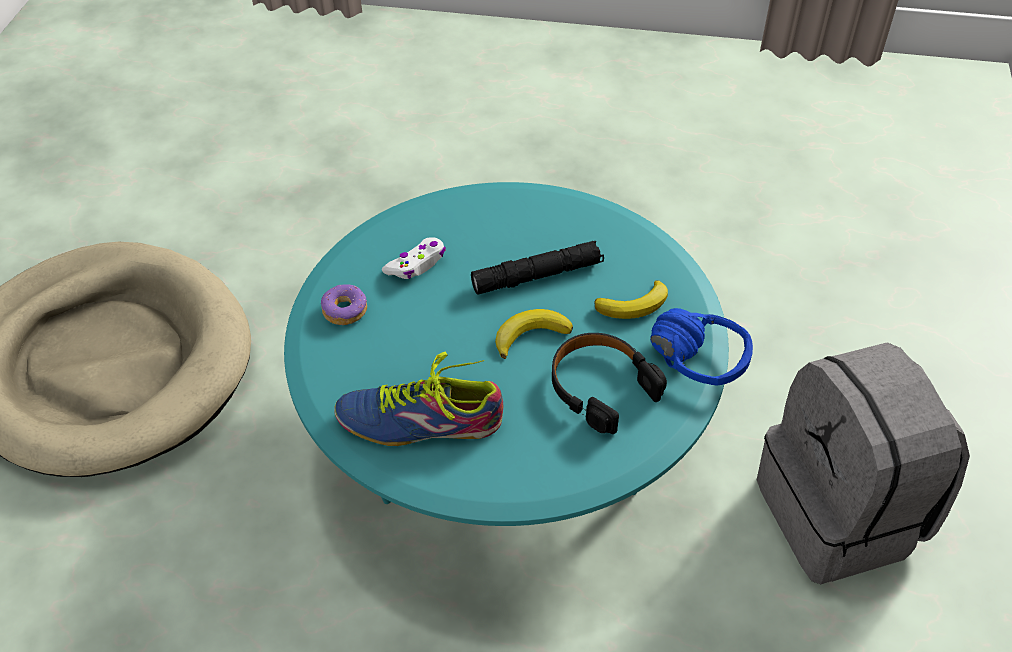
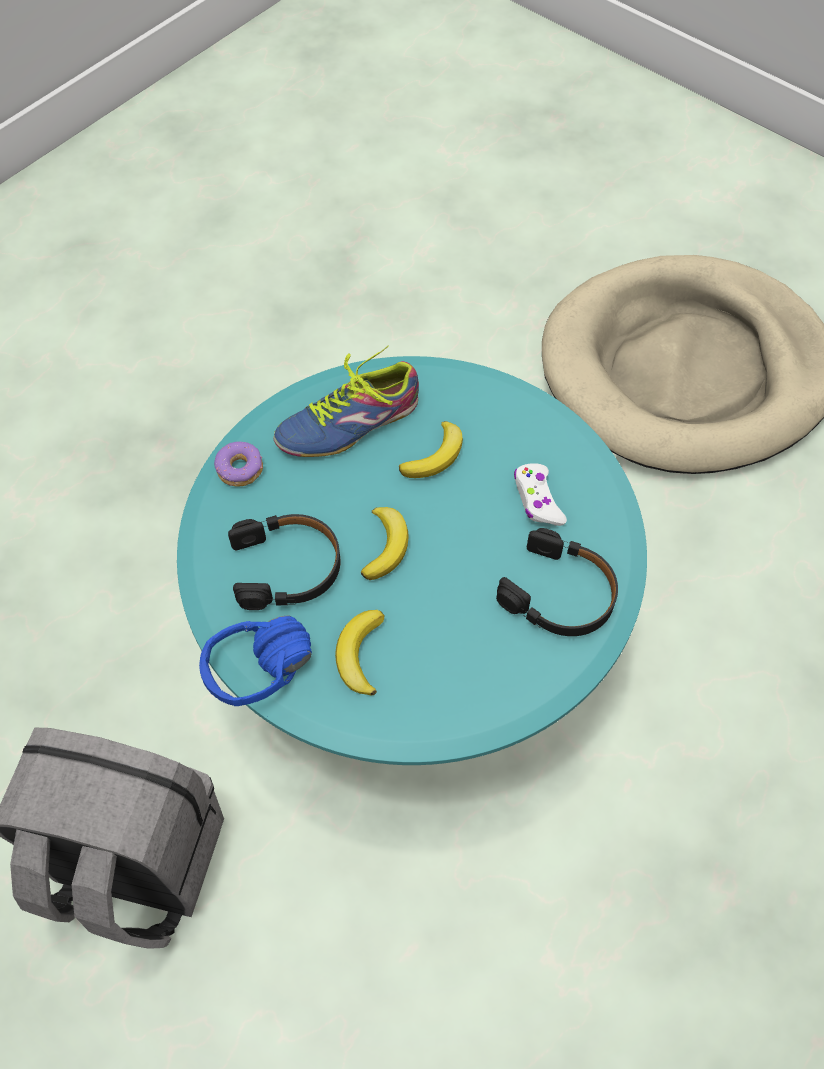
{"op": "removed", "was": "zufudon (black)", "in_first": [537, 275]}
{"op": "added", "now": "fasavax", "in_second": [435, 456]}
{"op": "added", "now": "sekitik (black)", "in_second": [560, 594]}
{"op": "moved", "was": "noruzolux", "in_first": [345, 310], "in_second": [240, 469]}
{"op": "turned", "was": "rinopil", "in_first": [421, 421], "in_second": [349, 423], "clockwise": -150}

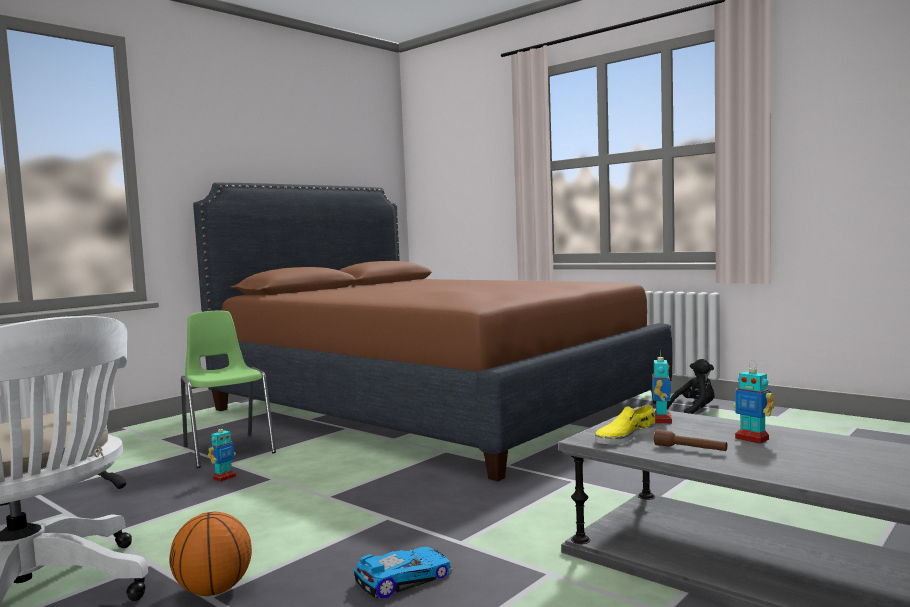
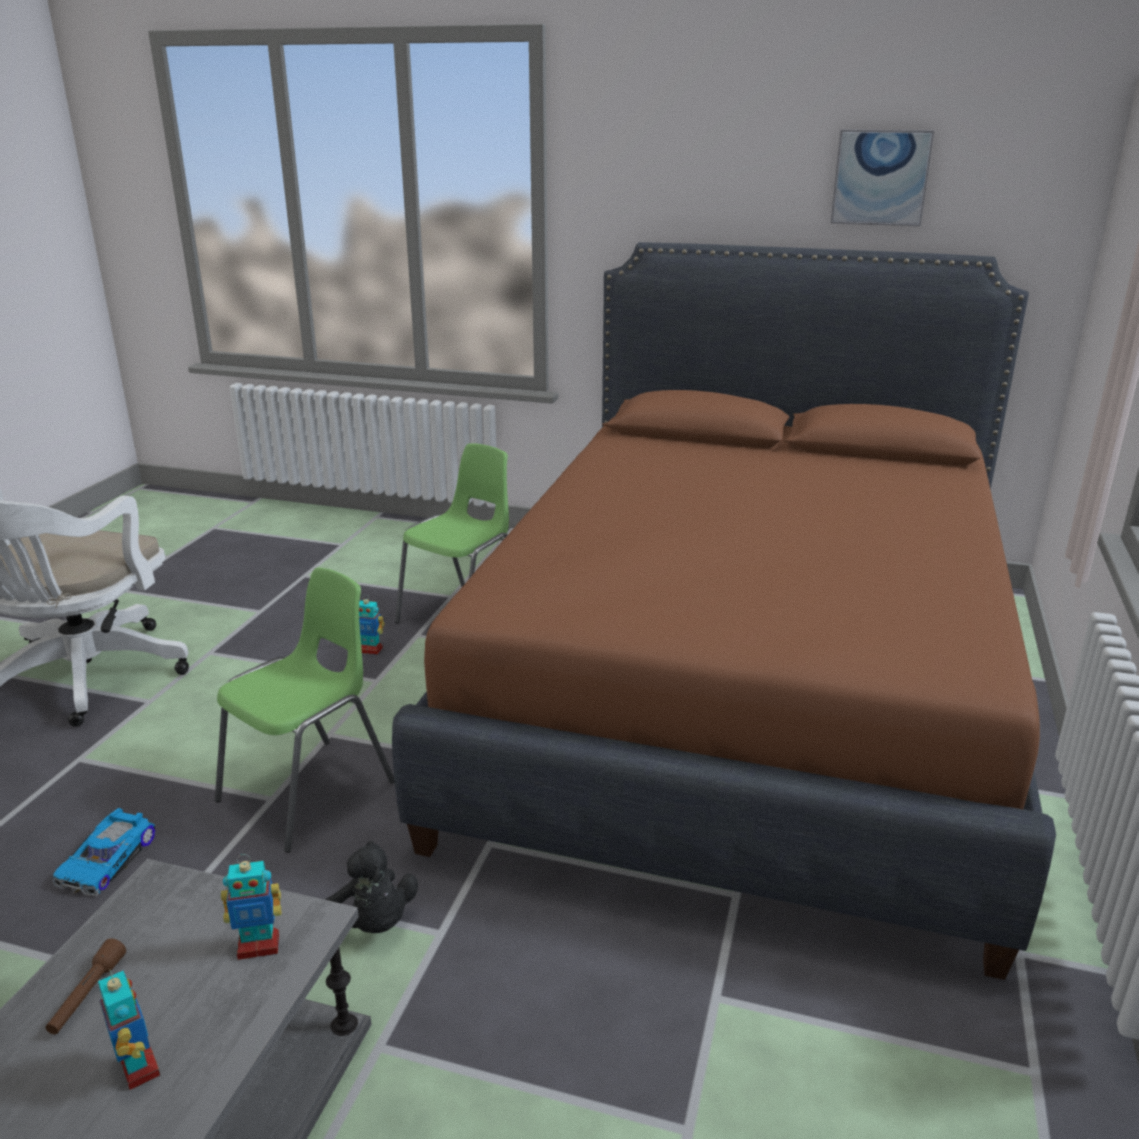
{"op": "removed", "was": "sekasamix", "in_first": [213, 590]}
{"op": "removed", "was": "rinopil (yellow)", "in_first": [625, 436]}
{"op": "added", "now": "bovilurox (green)", "in_second": [310, 792]}
{"op": "added", "now": "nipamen", "in_second": [881, 177]}
{"op": "moved", "was": "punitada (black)", "in_first": [694, 412], "in_second": [369, 925]}
{"op": "turned", "was": "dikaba", "in_first": [402, 578], "in_second": [109, 861], "clockwise": 75}
{"op": "turned", "was": "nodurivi", "in_first": [752, 439], "in_second": [138, 1067], "clockwise": 120}

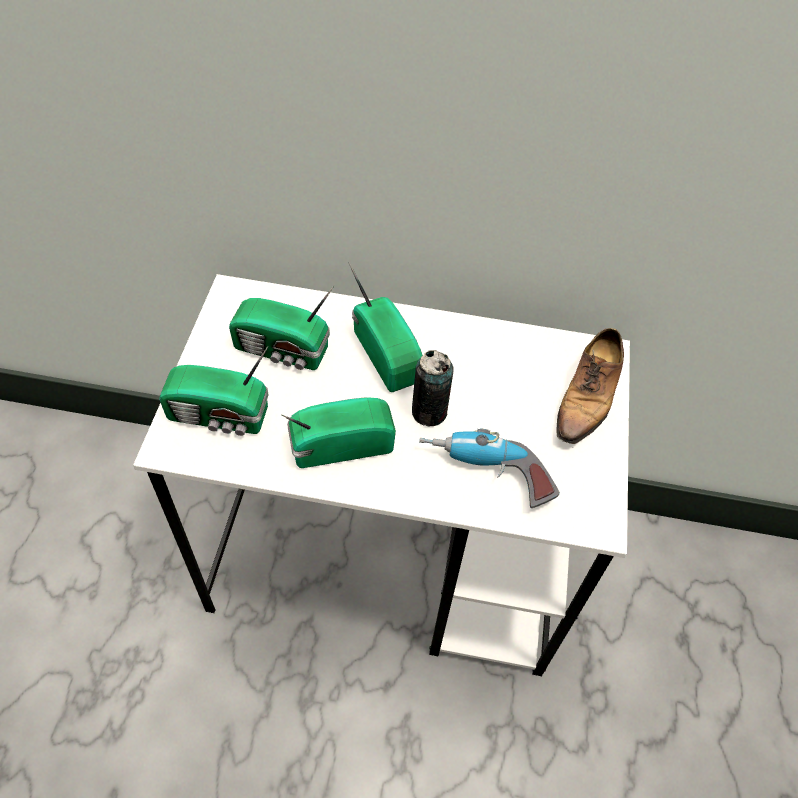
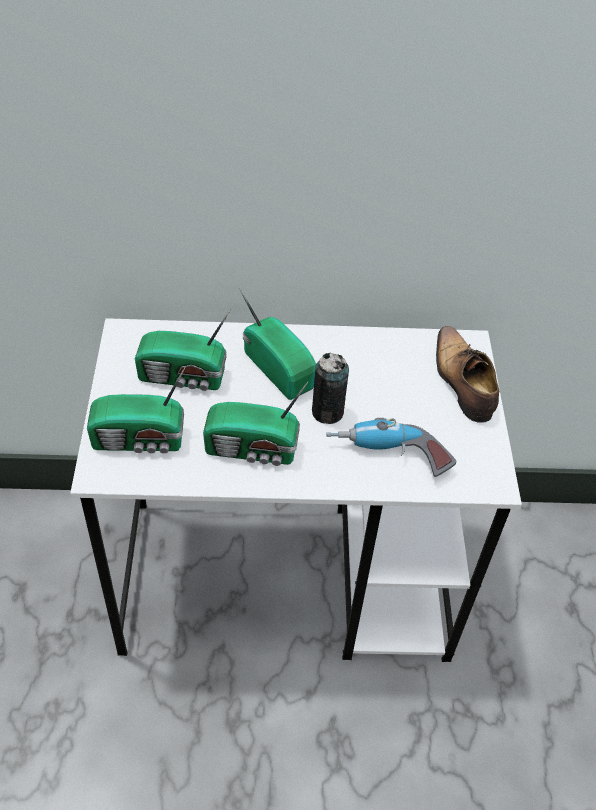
{"op": "turned", "was": "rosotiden", "in_first": [338, 444], "in_second": [253, 450], "clockwise": -150}
{"op": "turned", "was": "rinopil", "in_first": [588, 397], "in_second": [462, 381], "clockwise": 150}

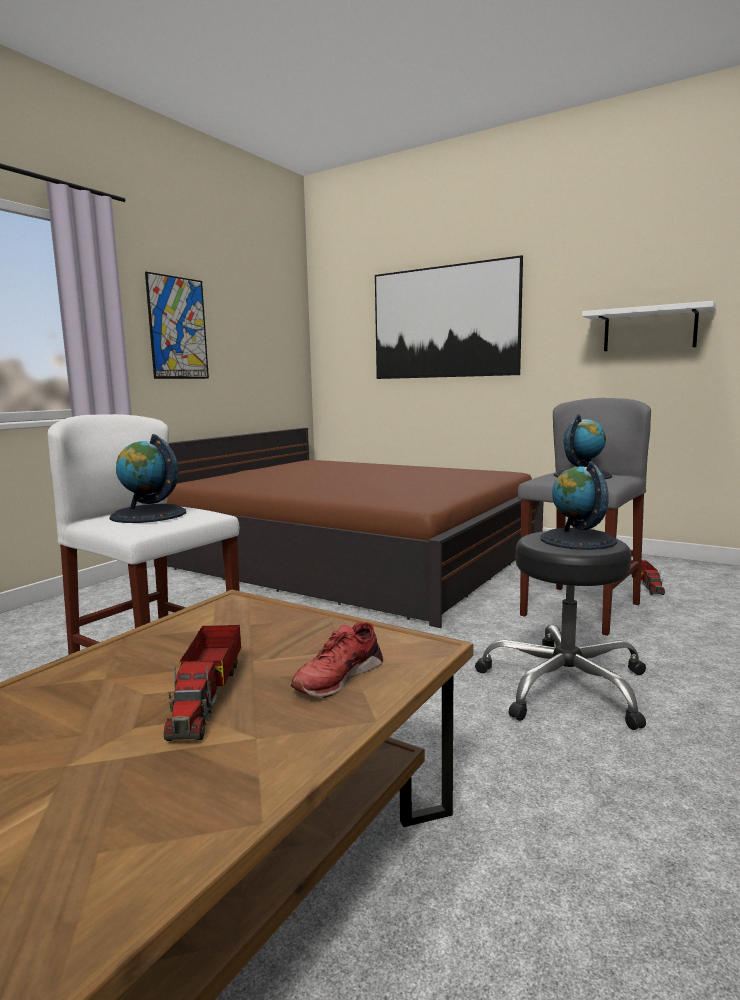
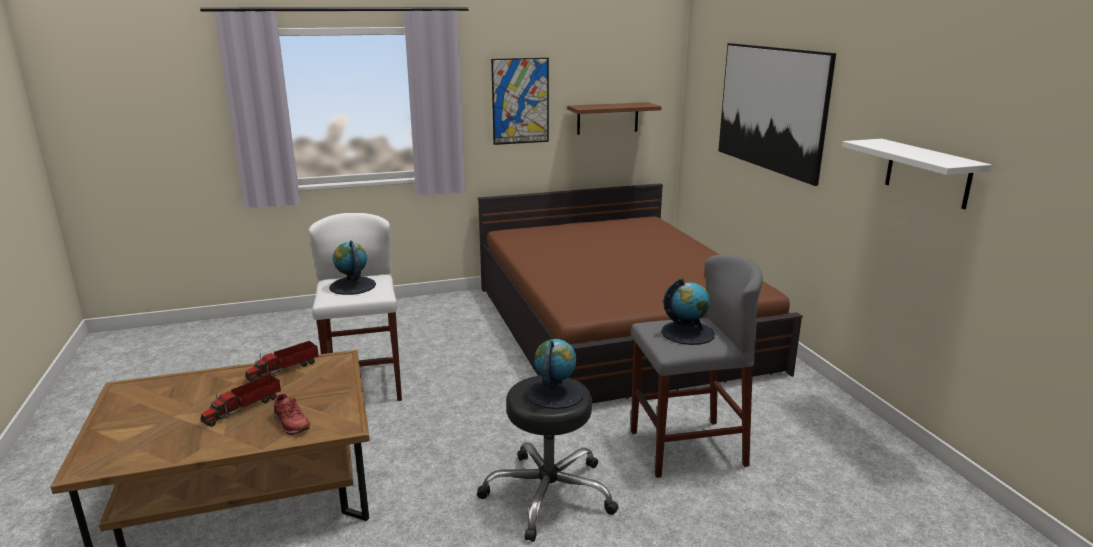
{"op": "added", "now": "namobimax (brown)", "in_second": [607, 118]}
{"op": "moved", "was": "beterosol", "in_first": [646, 584], "in_second": [285, 369]}
{"op": "turned", "was": "rinopil (red)", "in_first": [338, 677], "in_second": [291, 423], "clockwise": -120}

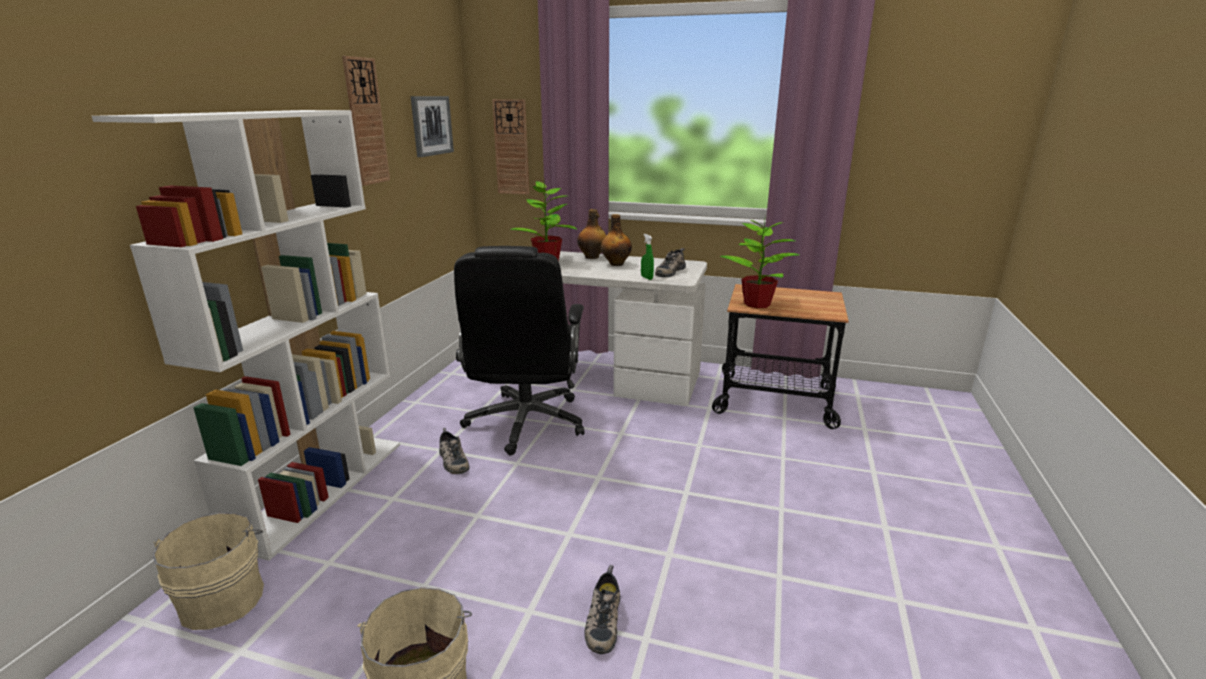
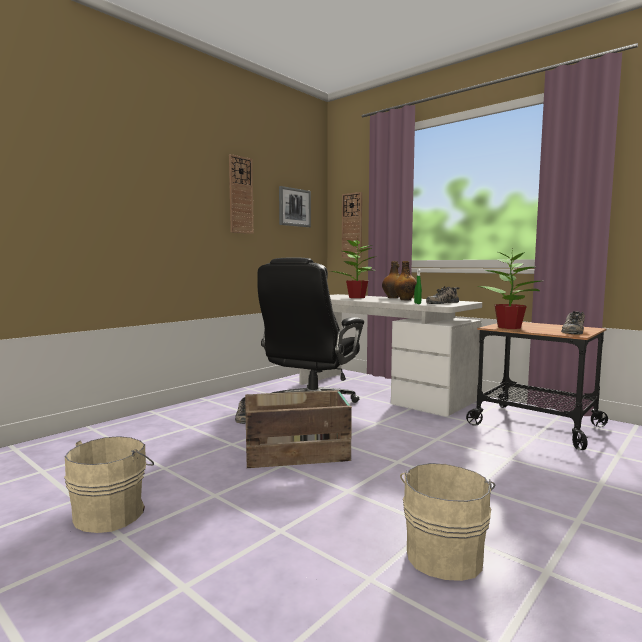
{"op": "removed", "was": "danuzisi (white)", "in_first": [321, 489]}
{"op": "added", "now": "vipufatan", "in_second": [298, 453]}
{"op": "moved", "was": "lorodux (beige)", "in_first": [224, 597], "in_second": [444, 553]}
{"op": "moved", "was": "rinopil", "in_first": [602, 620], "in_second": [572, 331]}

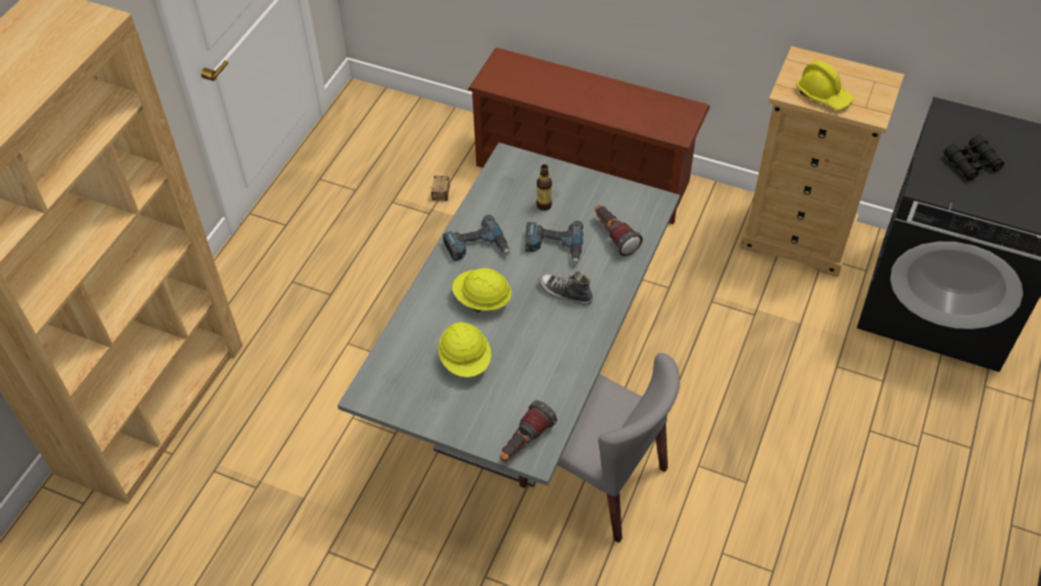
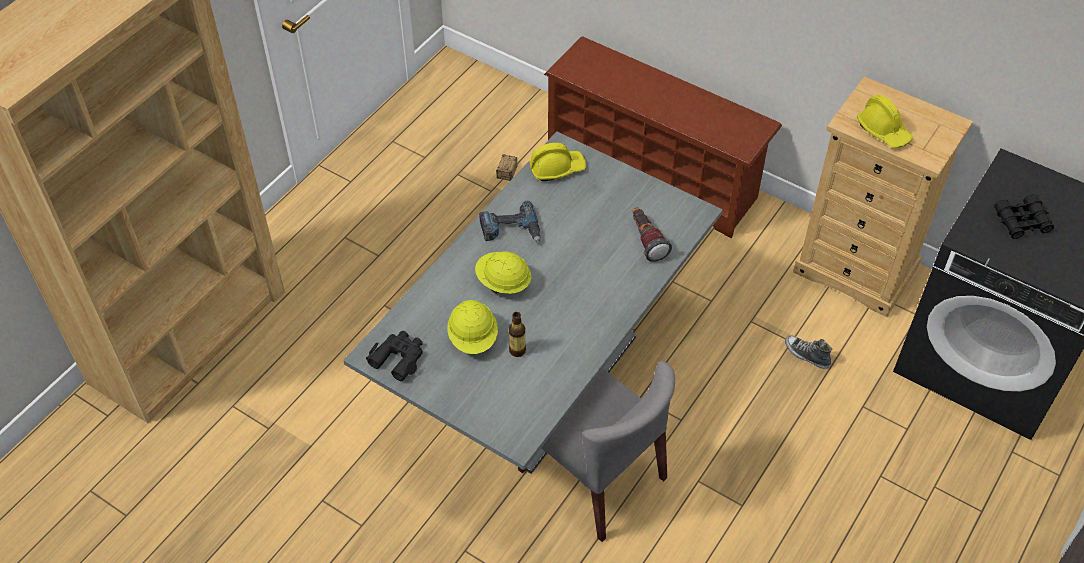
{"op": "removed", "was": "zufudon", "in_first": [525, 442]}
{"op": "removed", "was": "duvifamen", "in_first": [554, 246]}
{"op": "added", "now": "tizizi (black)", "in_second": [398, 358]}
{"op": "added", "now": "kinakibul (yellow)", "in_second": [556, 168]}
{"op": "moved", "was": "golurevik", "in_first": [544, 205], "in_second": [517, 350]}
{"op": "moved", "was": "rinopil", "in_first": [565, 293], "in_second": [806, 355]}

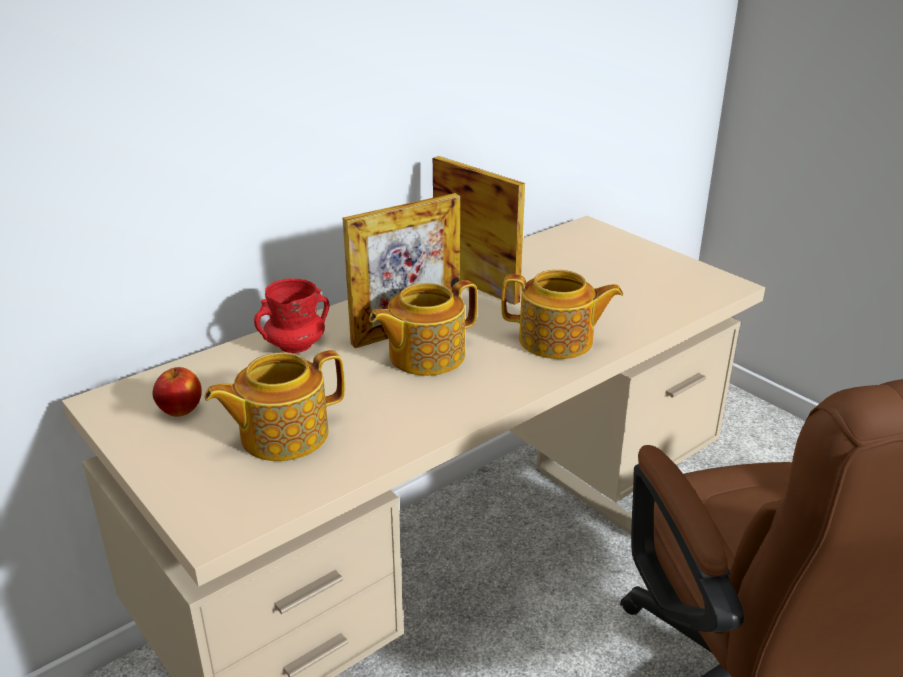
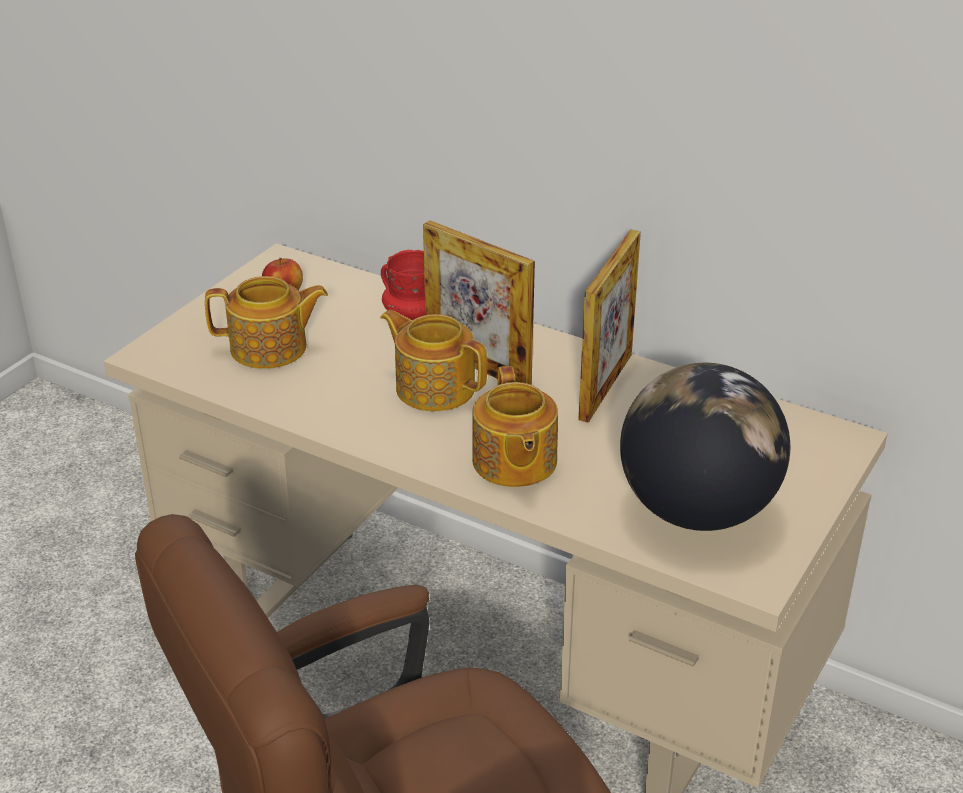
{"op": "added", "now": "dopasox", "in_second": [696, 510]}
{"op": "turned", "was": "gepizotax", "in_first": [282, 435], "in_second": [270, 348], "clockwise": 135}

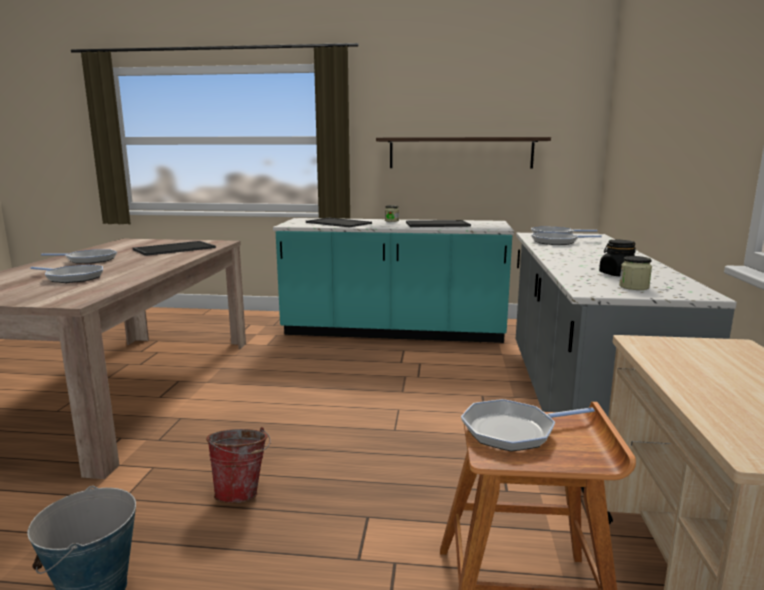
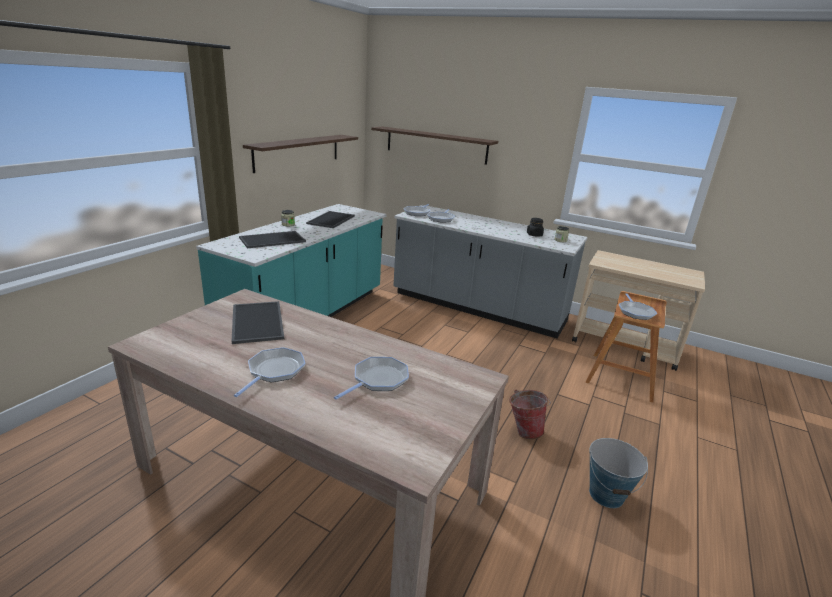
{"op": "added", "now": "namobimax", "in_second": [436, 145]}

